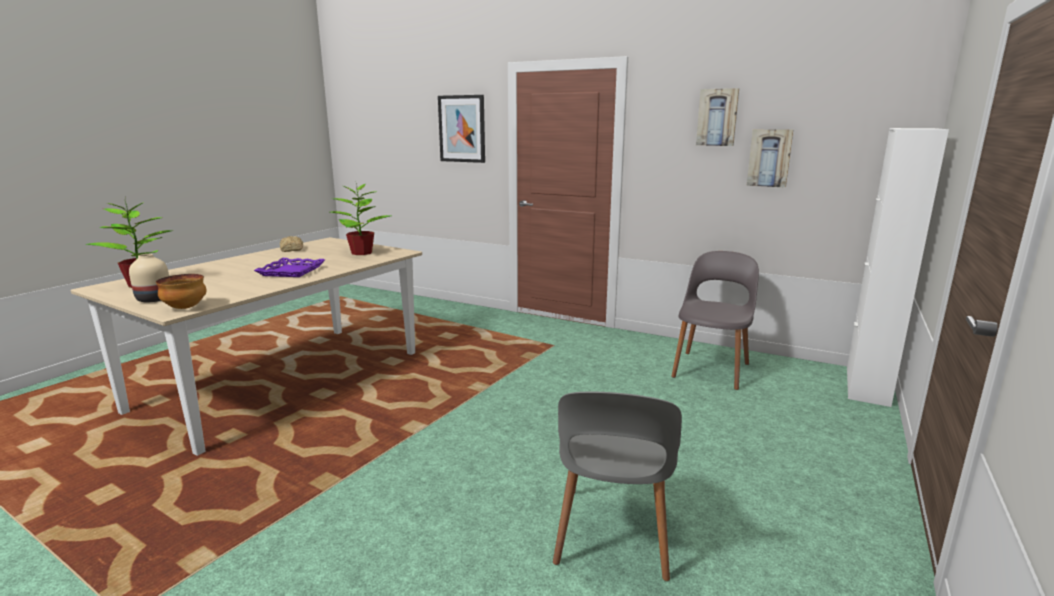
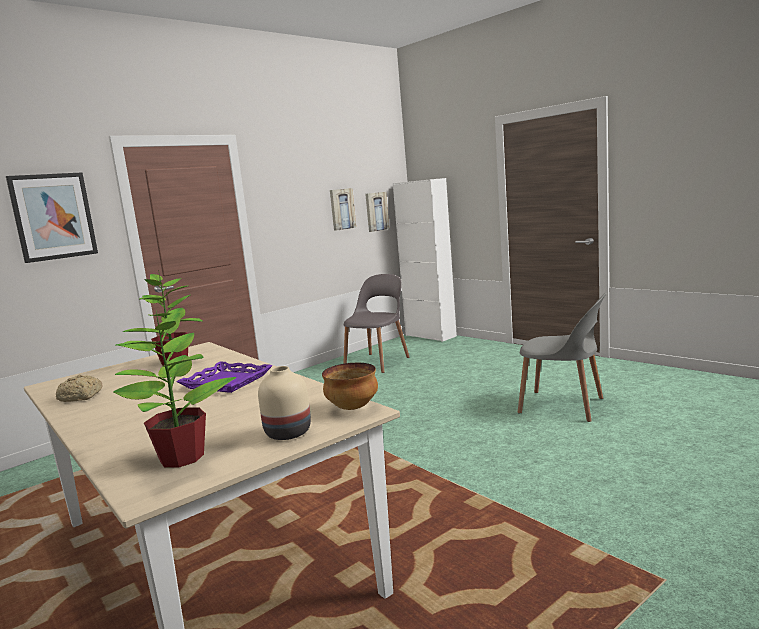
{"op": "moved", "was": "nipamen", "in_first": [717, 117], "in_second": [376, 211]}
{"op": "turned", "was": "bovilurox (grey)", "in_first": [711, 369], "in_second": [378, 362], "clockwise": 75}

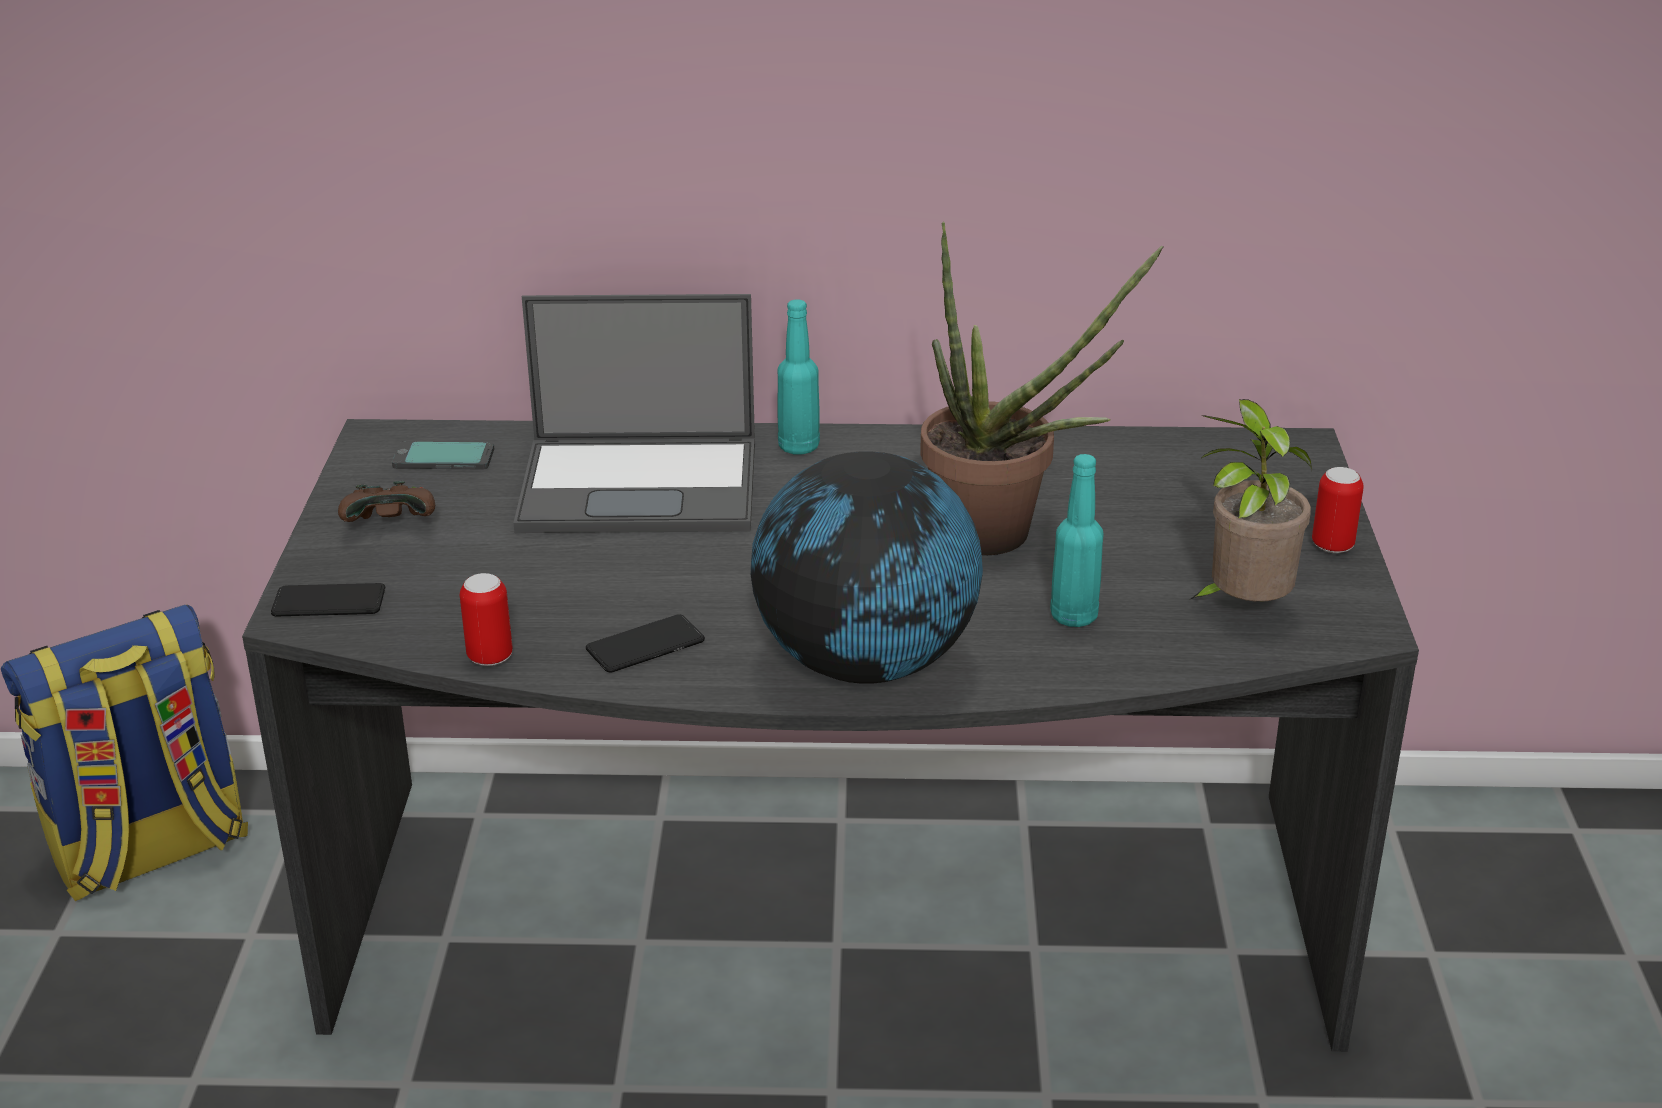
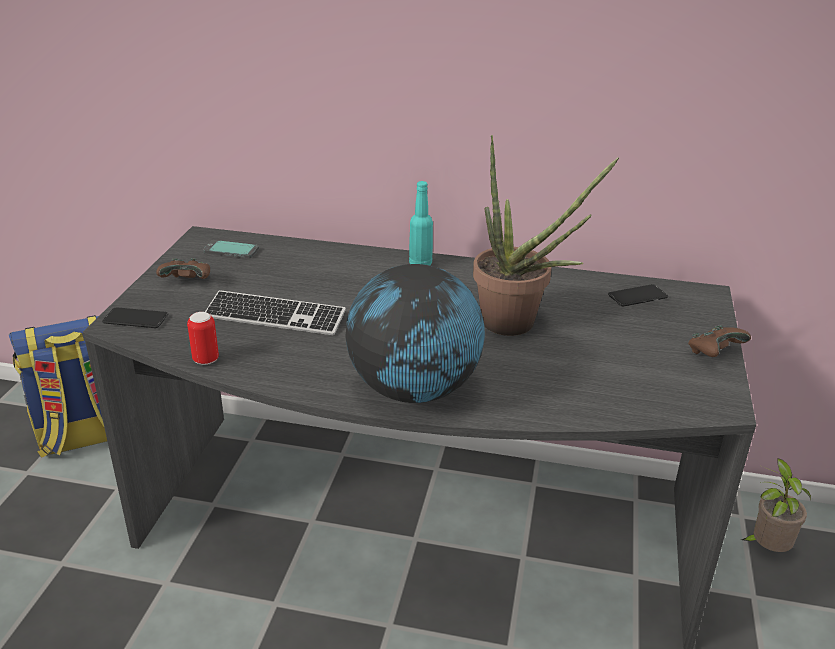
{"op": "removed", "was": "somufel", "in_first": [642, 485]}
{"op": "removed", "was": "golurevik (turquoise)", "in_first": [1074, 616]}
{"op": "added", "now": "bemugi", "in_second": [274, 316]}
{"op": "moved", "was": "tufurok", "in_first": [645, 645], "in_second": [637, 296]}
{"op": "moved", "was": "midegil", "in_first": [1242, 608], "in_second": [766, 548]}
{"op": "replaced", "was": "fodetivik", "now": "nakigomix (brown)", "in_first": [1332, 545], "in_second": [714, 353]}

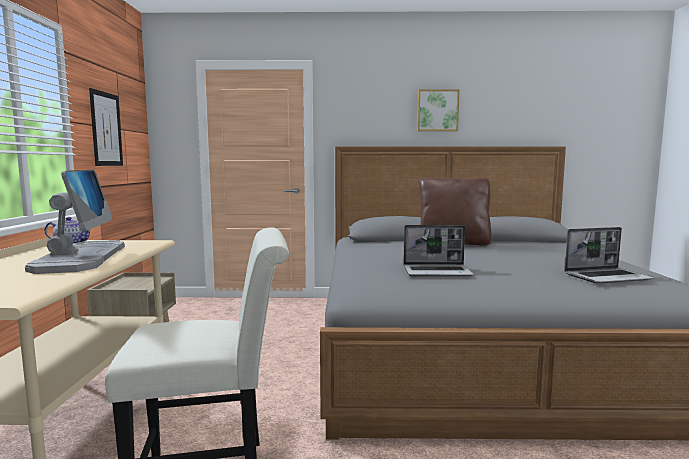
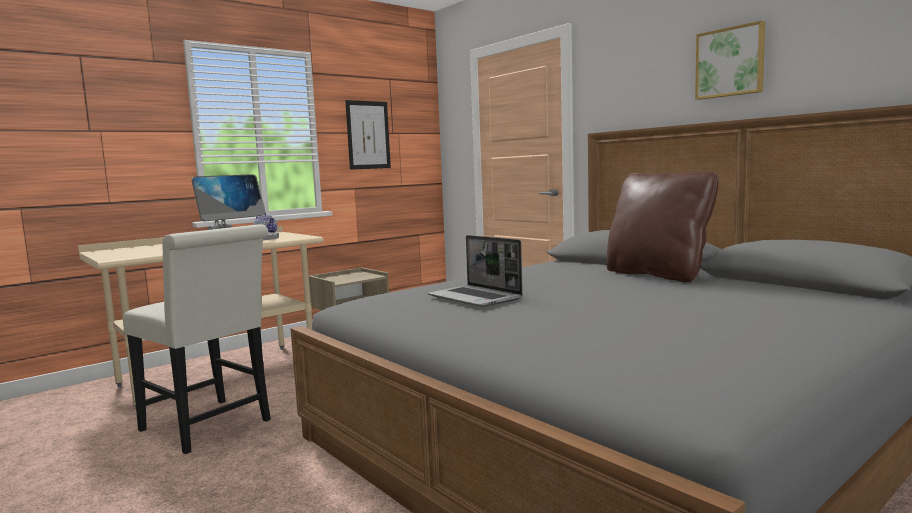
{"op": "removed", "was": "somufel", "in_first": [607, 277]}

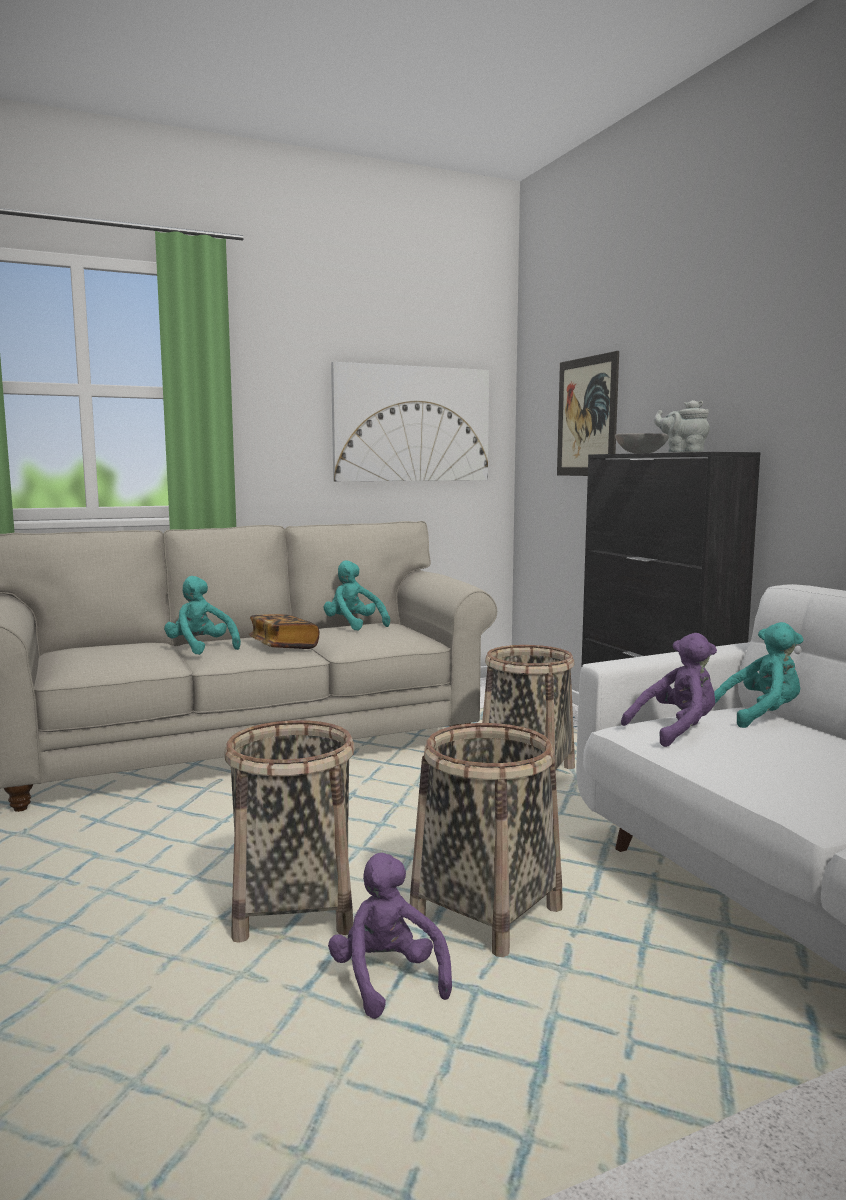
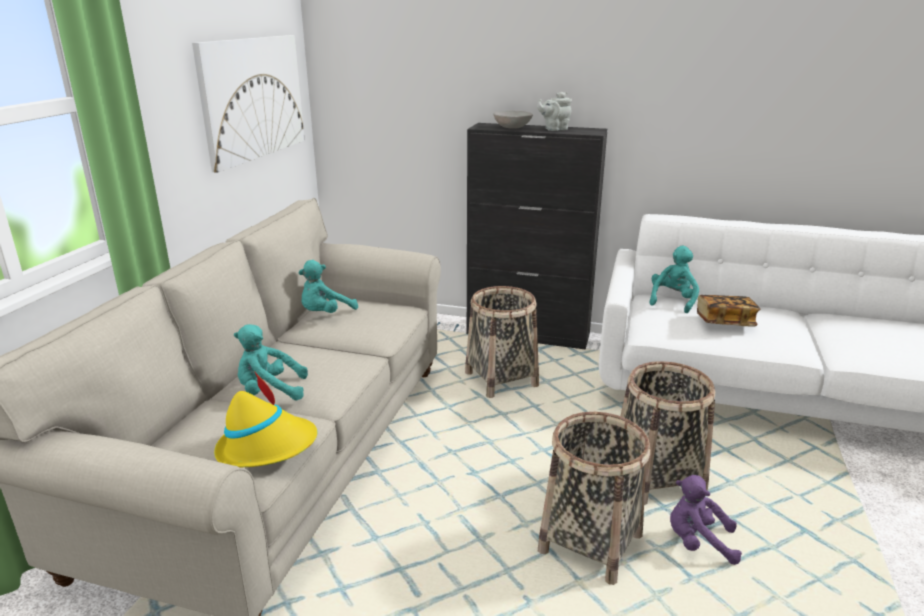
{"op": "removed", "was": "nipamen", "in_first": [587, 417]}
{"op": "removed", "was": "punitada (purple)", "in_first": [676, 731]}
{"op": "added", "now": "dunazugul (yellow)", "in_second": [267, 447]}
{"op": "moved", "was": "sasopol", "in_first": [283, 646], "in_second": [725, 322]}
{"op": "turned", "was": "punitada (turquoise)", "in_first": [353, 626], "in_second": [325, 314], "clockwise": -45}

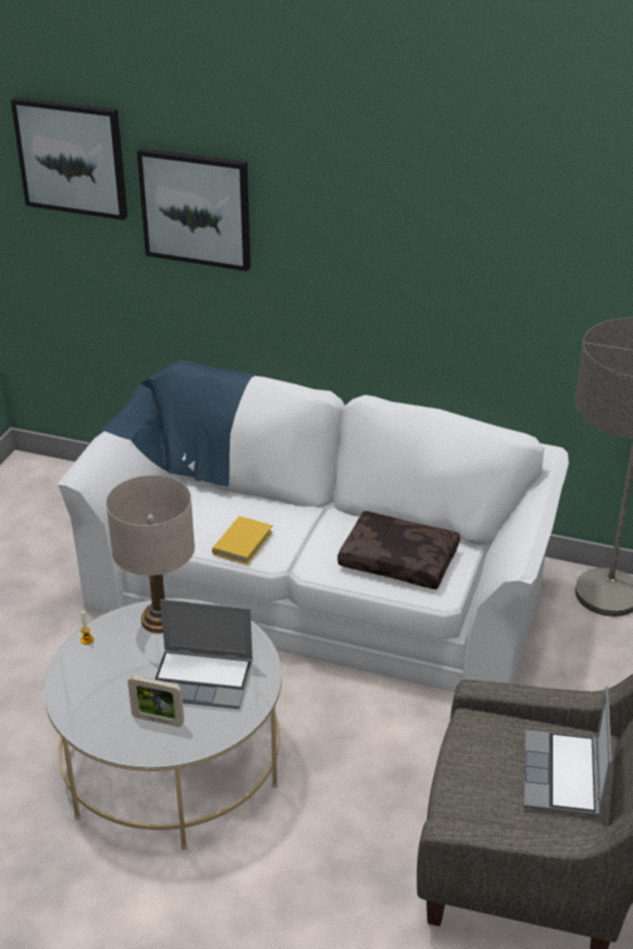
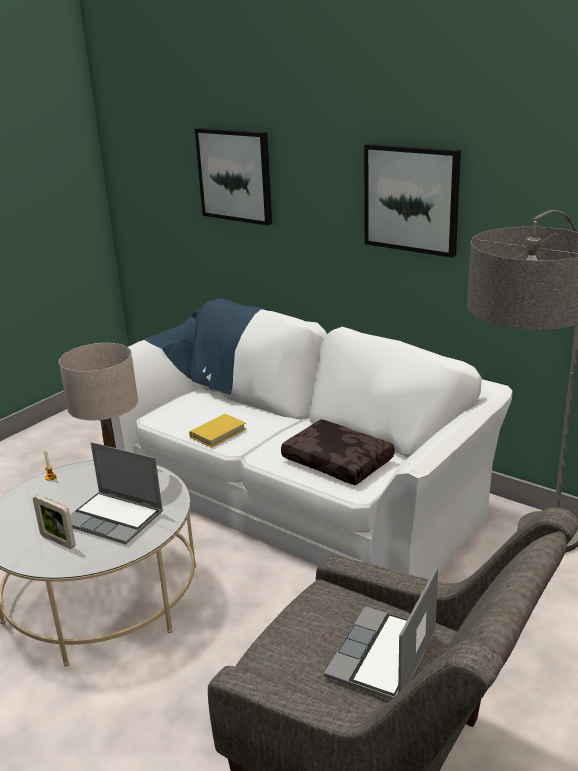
{"op": "moved", "was": "nipamen", "in_first": [72, 157], "in_second": [411, 199]}

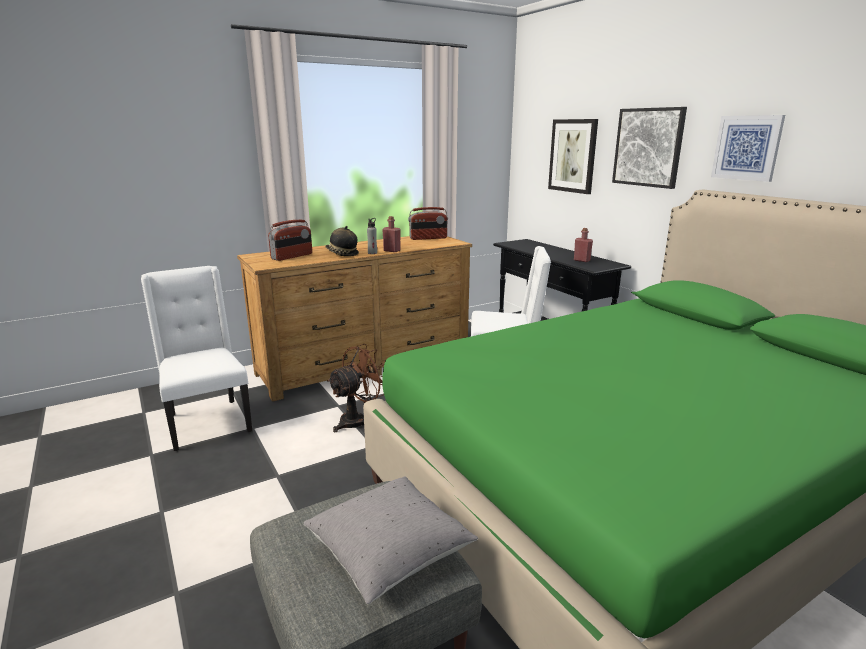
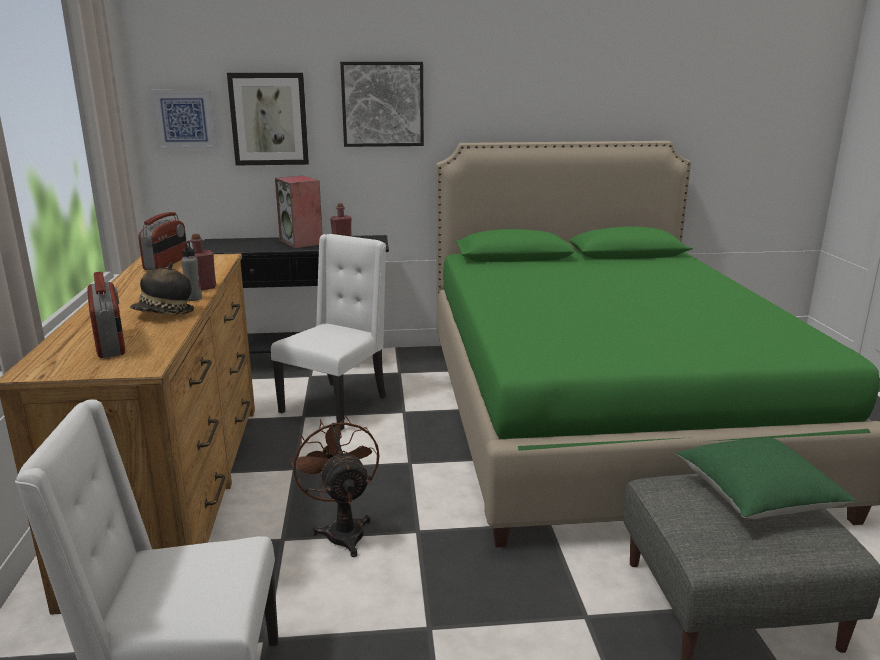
{"op": "added", "now": "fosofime", "in_second": [302, 242]}
{"op": "moved", "was": "nipamen", "in_first": [747, 148], "in_second": [184, 119]}
{"op": "recoloured", "was": "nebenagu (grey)", "now": "nebenagu (green)", "in_first": [389, 553], "in_second": [756, 498]}

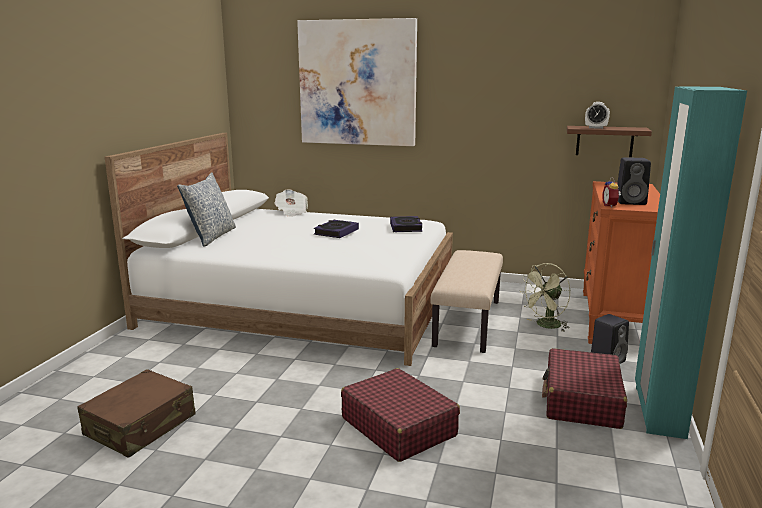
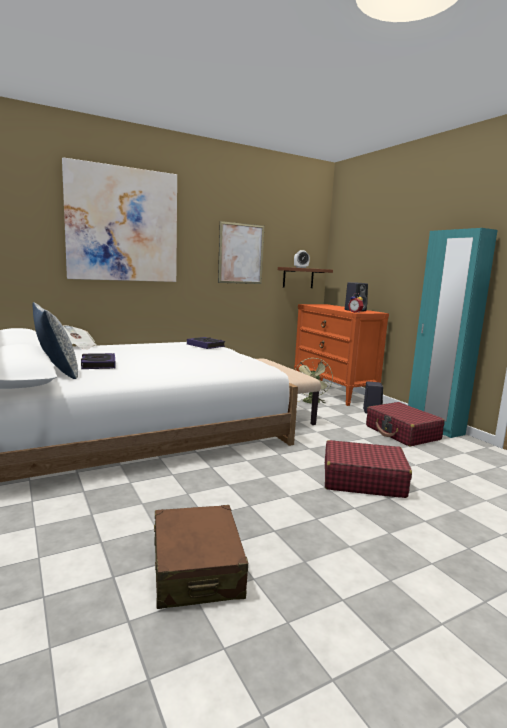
{"op": "added", "now": "nipamen", "in_second": [241, 253]}
{"op": "moved", "was": "sasopol", "in_first": [336, 232], "in_second": [98, 364]}

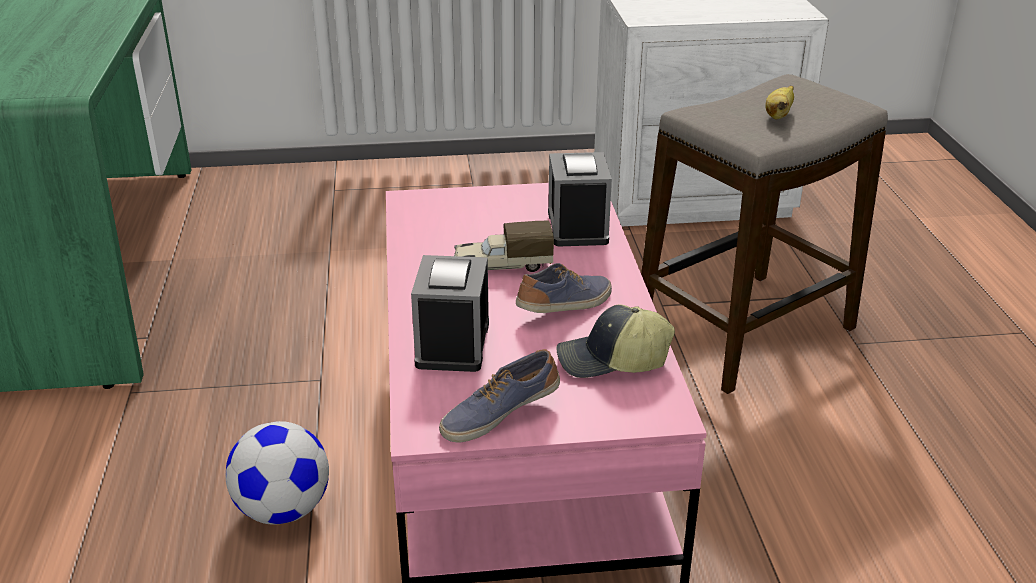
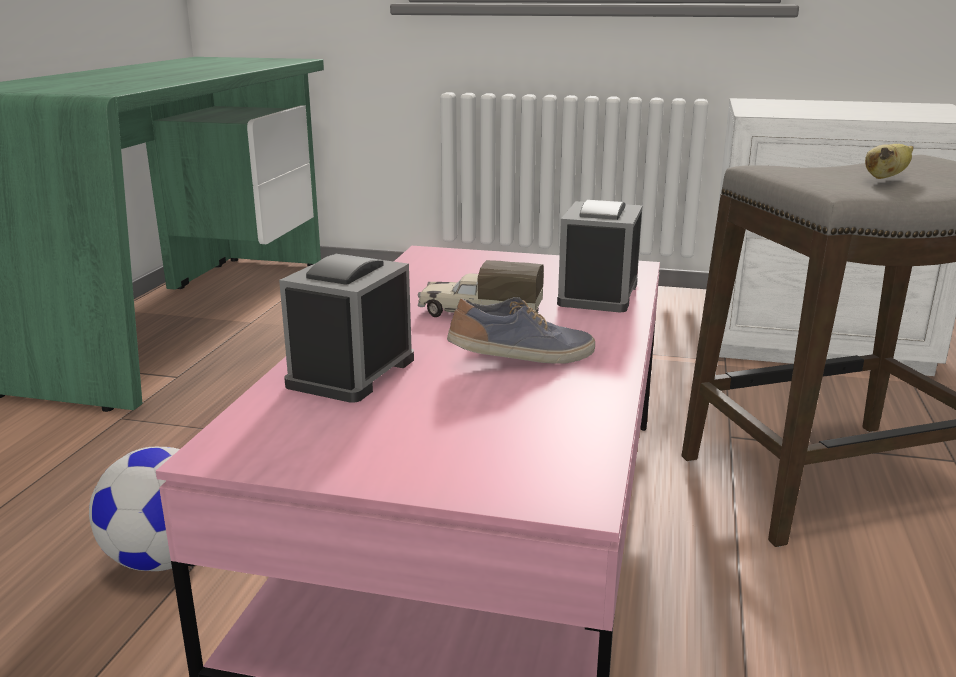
{"op": "removed", "was": "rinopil", "in_first": [499, 413]}
{"op": "removed", "was": "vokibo", "in_first": [612, 361]}

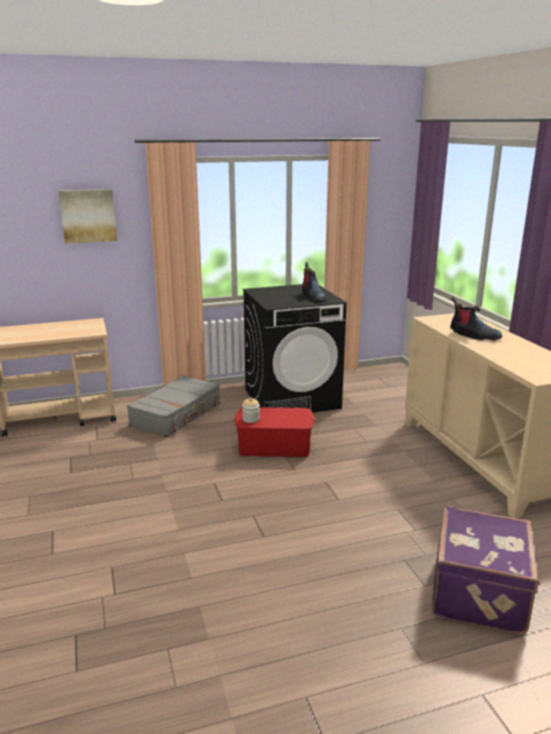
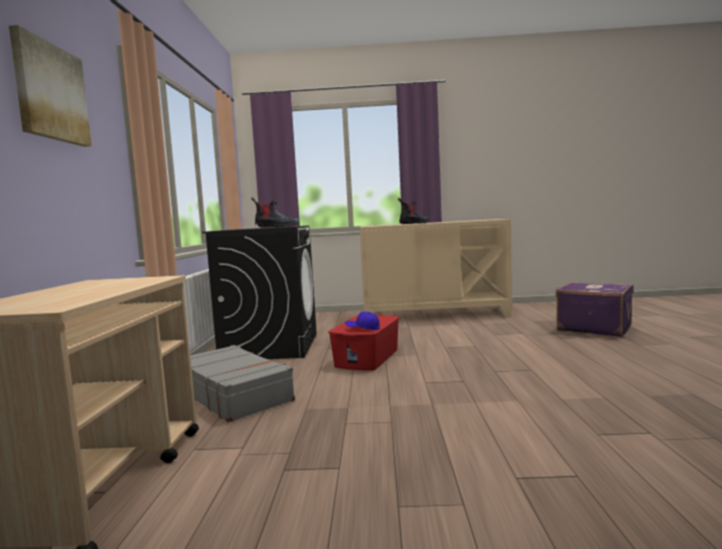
{"op": "replaced", "was": "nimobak", "now": "vokibo (blue)", "in_first": [251, 419], "in_second": [362, 329]}

